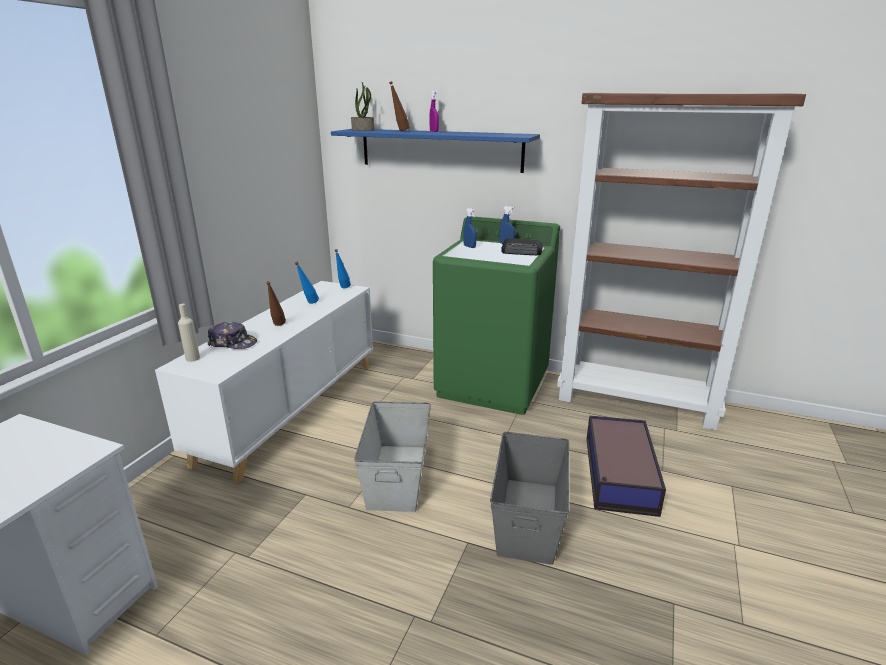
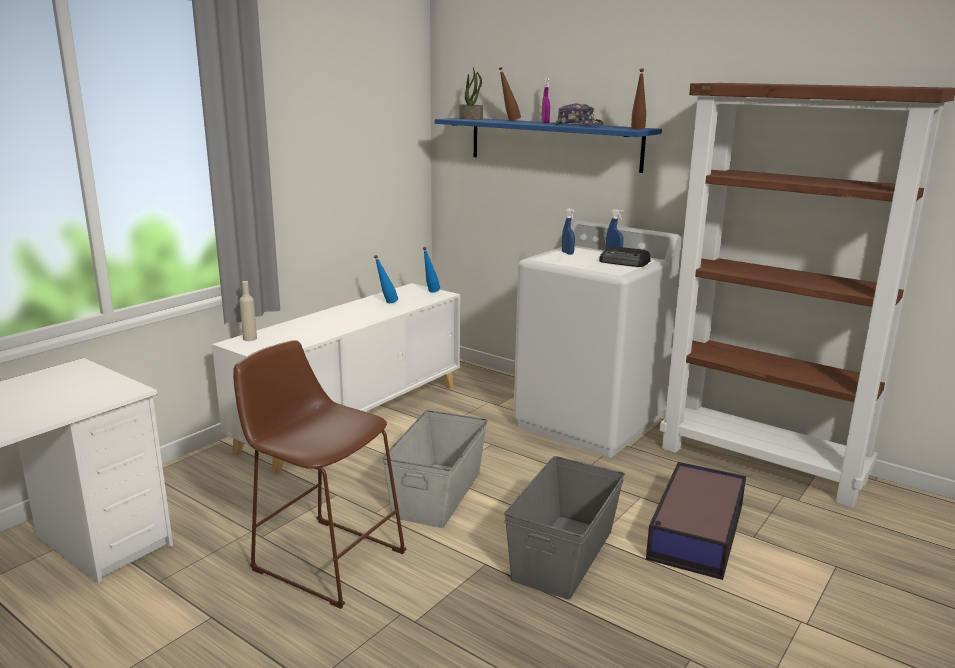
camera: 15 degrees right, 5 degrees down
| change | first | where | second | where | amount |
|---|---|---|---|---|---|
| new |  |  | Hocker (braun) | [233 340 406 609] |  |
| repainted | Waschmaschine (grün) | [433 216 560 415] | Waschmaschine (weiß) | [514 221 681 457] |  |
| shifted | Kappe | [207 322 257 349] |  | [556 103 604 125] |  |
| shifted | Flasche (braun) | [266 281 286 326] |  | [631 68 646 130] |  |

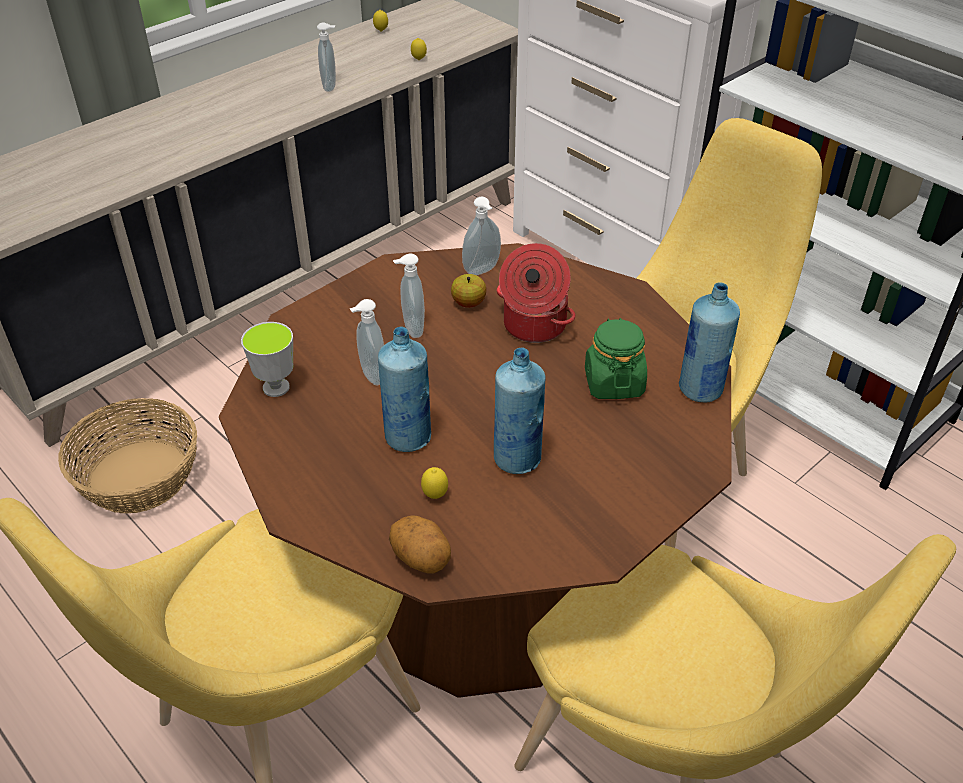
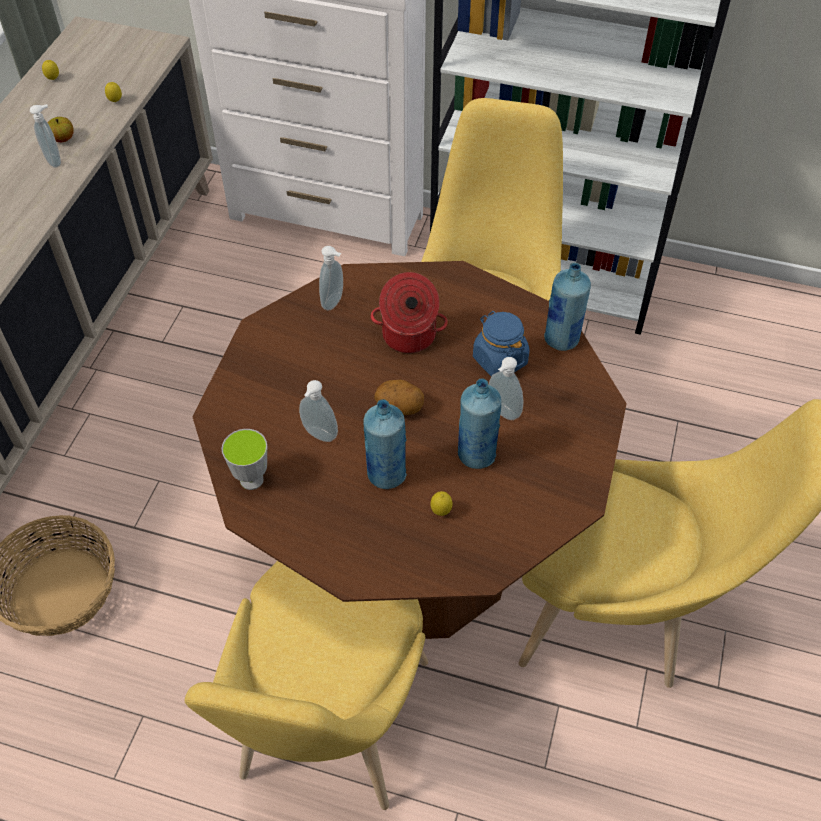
camera: 30 degrees left, 10 degrees up
| change | first | where | second | where | amount |
|---|---|---|---|---|---|
| shifted | Apfel | [451 274 487 308] |  | [48 117 74 142] |  |
| shifted | Kartoffel | [389 515 451 574] |  | [374 379 424 415] |  |
| repainted | Vorratsglas (grün) | [585 318 647 399] | Vorratsglas (blau) | [473 311 529 376] |  |
| shifted | Seifenspender | [393 254 425 338] |  | [489 357 523 420] |  |

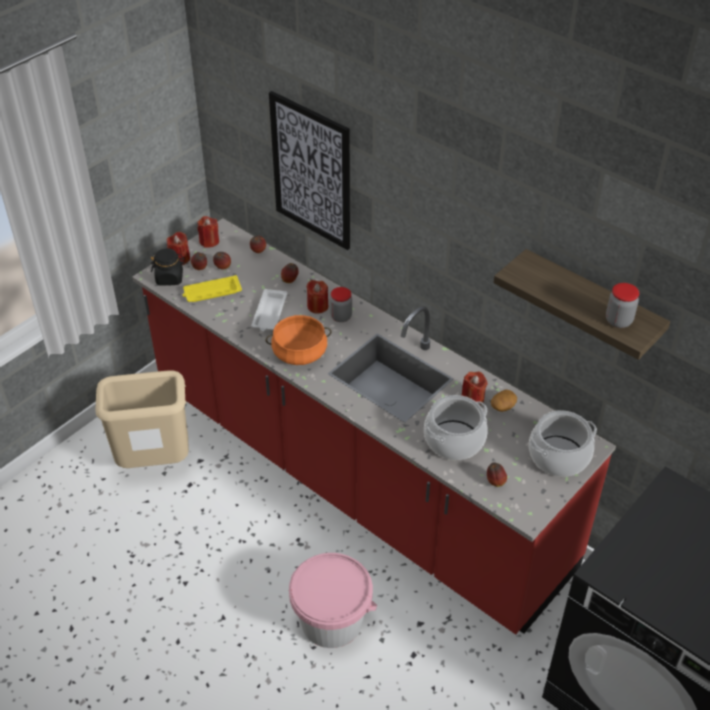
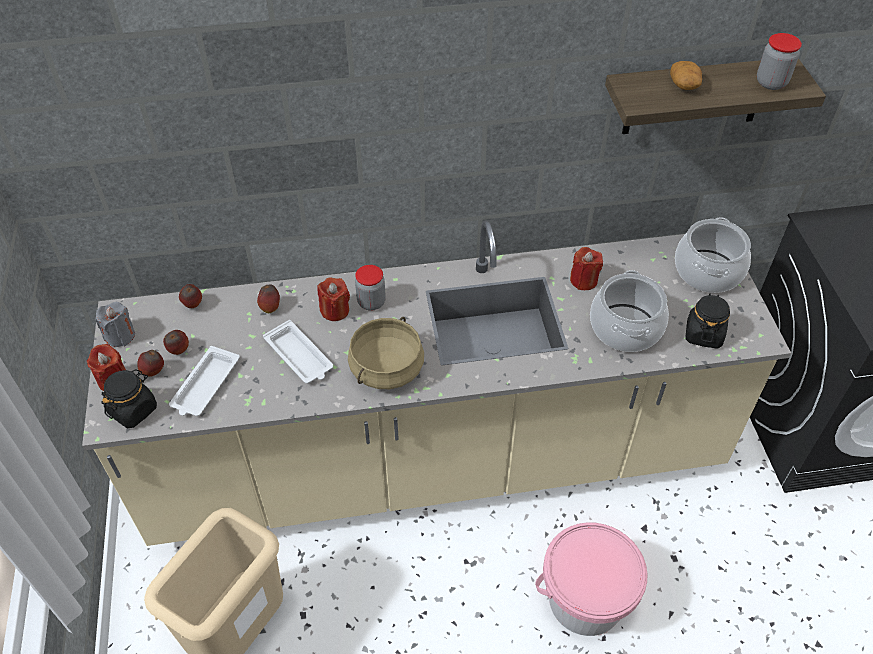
camera: 50 degrees left, 5 degrees up
| change | first | where | second | where | amount |
|---|---|---|---|---|---|
| repainted | Küchenzeile (rot) | [132 218 616 634] | Küchenzeile (beige) | [82 221 791 546] |  |
| repainted | Kerze (rot) | [198 216 219 248] | Kerze (grau) | [96 302 135 347] |  |
| repainted | Tablett (gelb) | [182 275 242 302] | Tablett (weiß) | [169 346 239 416] |  |
| repainted | Kochtopf (orange) | [266 315 332 365] | Kochtopf (beige) | [348 317 424 389] |  |
| shifted | Kartoffel | [491 389 517 412] |  | [670 61 702 90] |  |
| swapped | Apfel | [487 463 507 487] | Vorratsglas (schwarz) | [685 293 730 349] |  |
| gone | Bild | [269 91 350 250] |  |  |  |

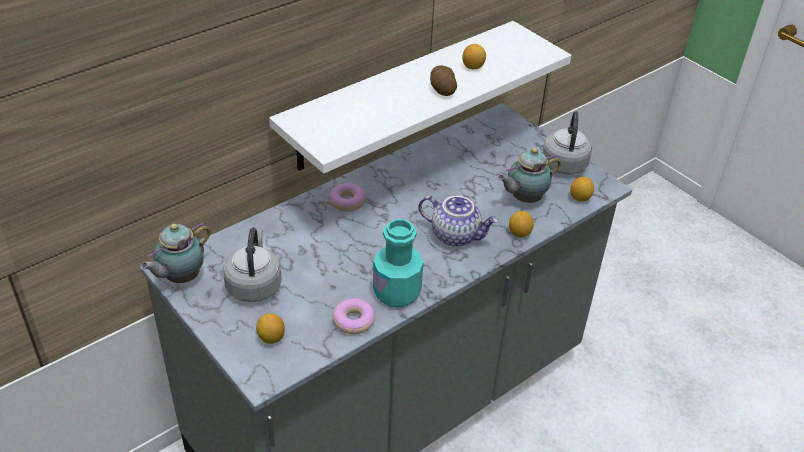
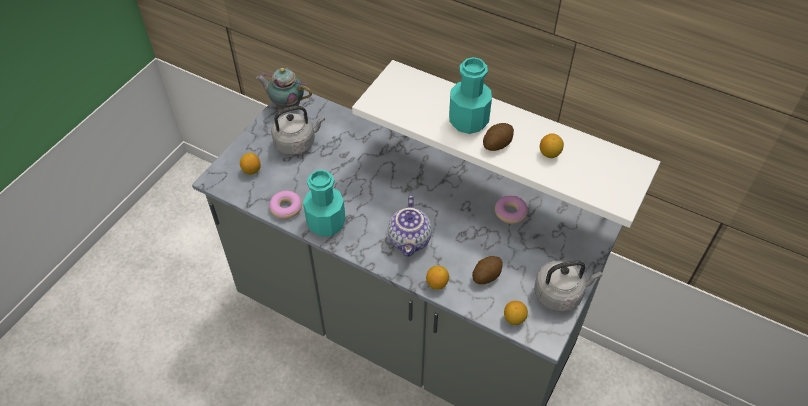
camera: 70 degrees right, 10 degrees up
| change | first | where | second | where | amount |
|---|---|---|---|---|---|
| new |  |  | Flasche (türkis) | [449 57 492 134] |  |
| swapped | Teekanne | [497 148 561 203] | Kartoffel | [472 256 502 284] |  |
| shifted | Donut | [328 183 366 212] |  | [495 195 528 224] |  |

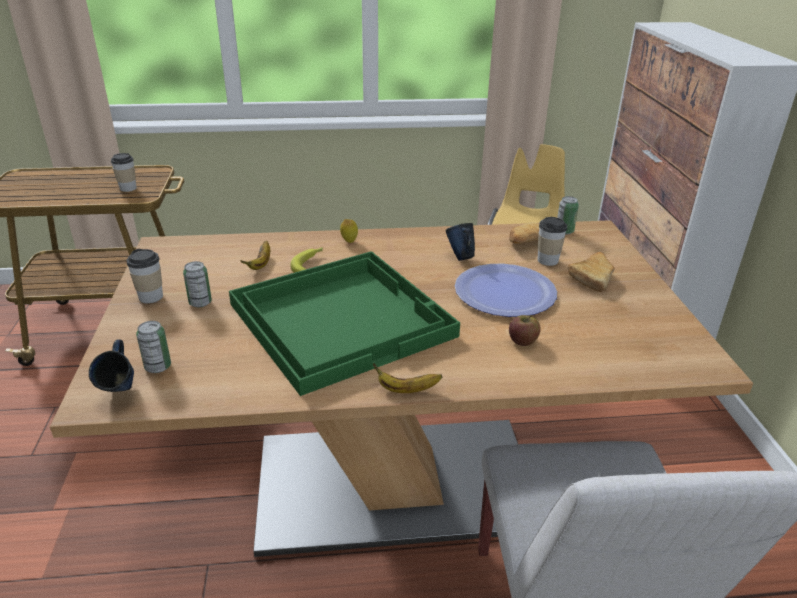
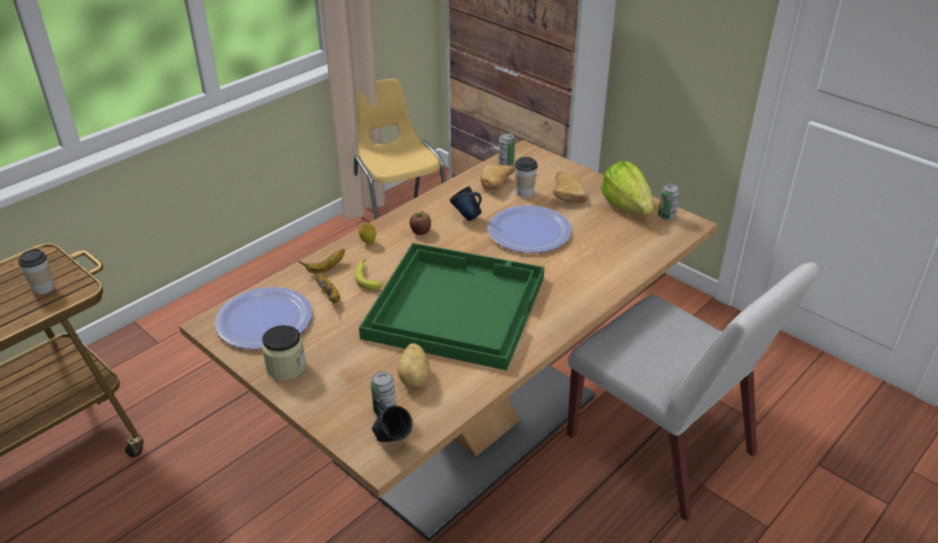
camera: 40 degrees left, 5 degrees up
| change | first | where | second | where | amount |
|---|---|---|---|---|---|
| new |  |  | Teller | [215 287 313 349] |  |
| swapped | Tasse | [127 249 163 303] | Vorratsglas | [262 325 306 381] |  |
| shifted | Banane | [373 363 442 393] |  | [298 249 345 273] |  |
| new |  |  | Kartoffel | [397 343 430 387] |  |
| shifted | Apfel | [509 315 541 346] |  | [409 211 431 235] |  |
| new |  |  | Salatkopf | [601 161 653 215] |  |
| shifted | Dose | [183 261 212 307] |  | [658 184 680 220] |  |

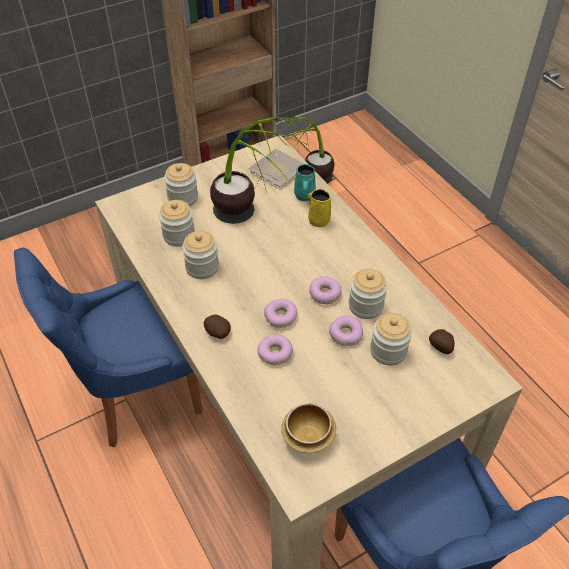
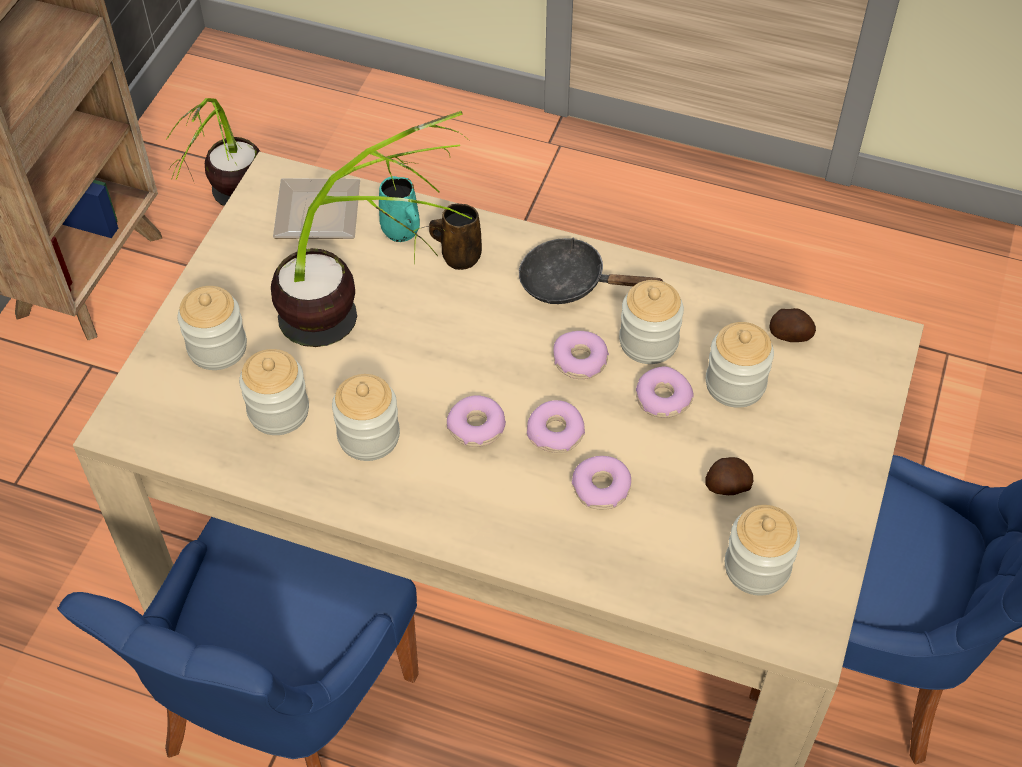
camera: 40 degrees left, 5 degrees up
| change | first | where | second | where | amount |
|---|---|---|---|---|---|
| repainted | Henkelbecher (gelb) | [308 189 331 227] | Henkelbecher (braun) | [429 204 482 270] |  |
| new |  |  | Donut | [447 395 506 447] |  |
| new |  |  | Pfanne (schwarz) | [519 238 664 304] |  |
| shifted | Kartoffel | [204 315 231 339] |  | [705 457 753 495] |  |
| swapped | Schüssel | [281 403 336 453] | Vorratsglas | [725 505 800 596] |  |

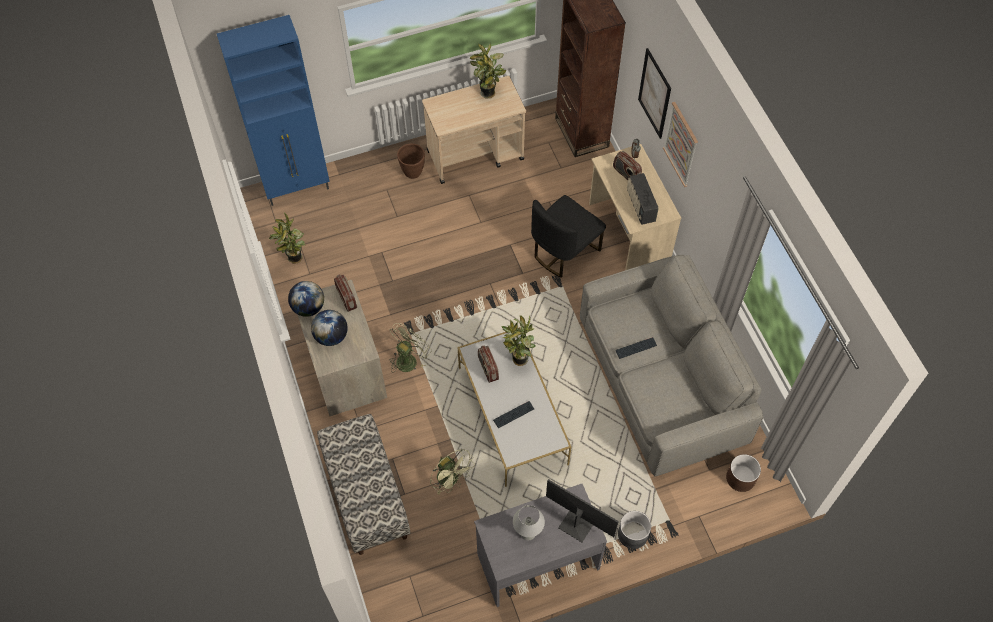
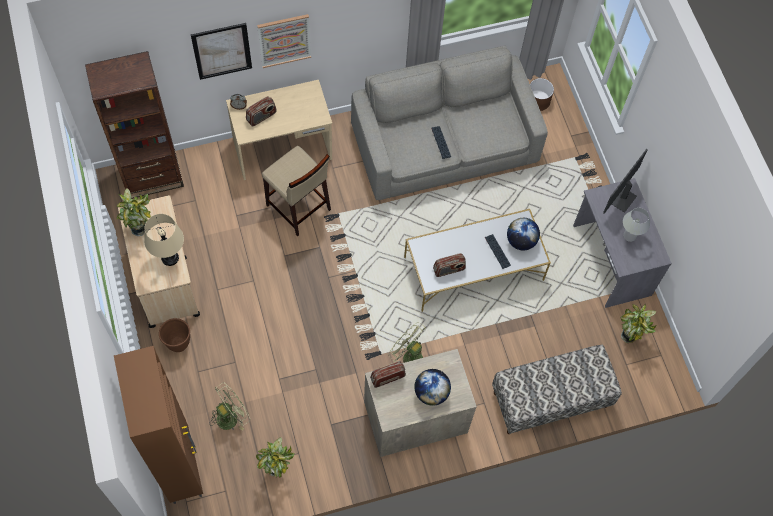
camera: 90 degrees left, 5 degrees up
| change | first | where | second | where | amount |
|---|---|---|---|---|---|
| repainted | Schrank (blau) | [217 15 330 206] | Schrank (braun) | [114 346 203 504] |  |
| new |  |  | Tischlampe (beige) | [144 214 184 266] |  |
| shifted | Ventilator (grün) | [430 449 475 495] |  | [210 382 250 431] |  |
| swapped | Stuhl (schwarz) | [531 195 606 278] | Hocker (beige) | [262 146 331 237] |  |
| shifted | Globus | [288 281 324 317] |  | [507 218 540 250] |  |
| shifted | Topfpflanze | [502 315 536 366] |  | [620 304 656 343] |  |
| gone | Pflanzkübel (grau) | [618 511 651 549] |  |  |  |
| gone | Radio | [627 173 659 225] |  |  |  |

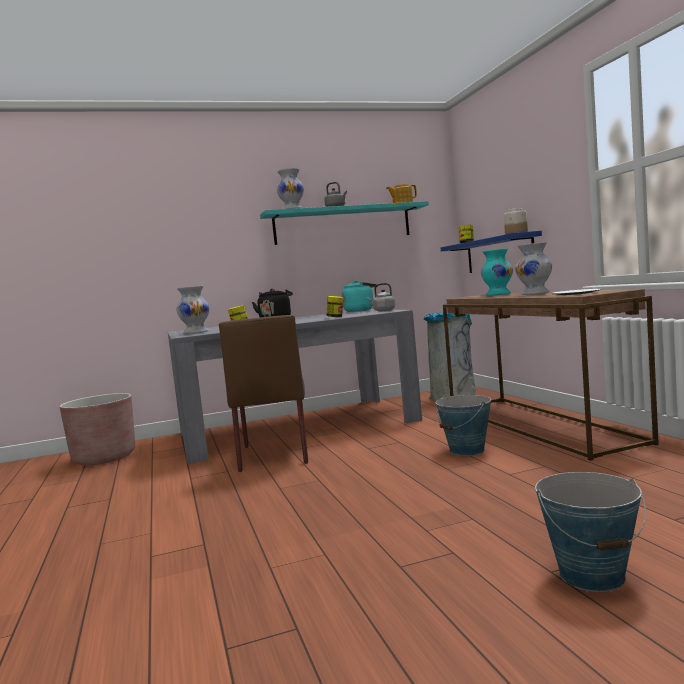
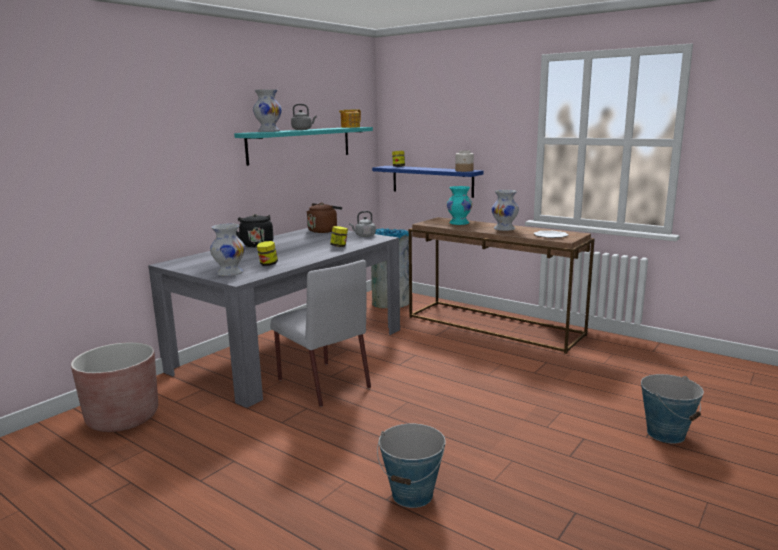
camera: 35 degrees left, 10 degrees up
| change | first | where | second | where | amount |
|---|---|---|---|---|---|
| repainted | Stuhl (braun) | [219 315 308 472] | Stuhl (grau) | [270 260 371 407] |  |
| repainted | Wasserkessel (türkis) | [342 280 377 312] | Wasserkessel (braun) | [306 203 342 233] |  |
| shifted | Eimer | [435 395 491 456] |  | [377 424 446 508] |  |

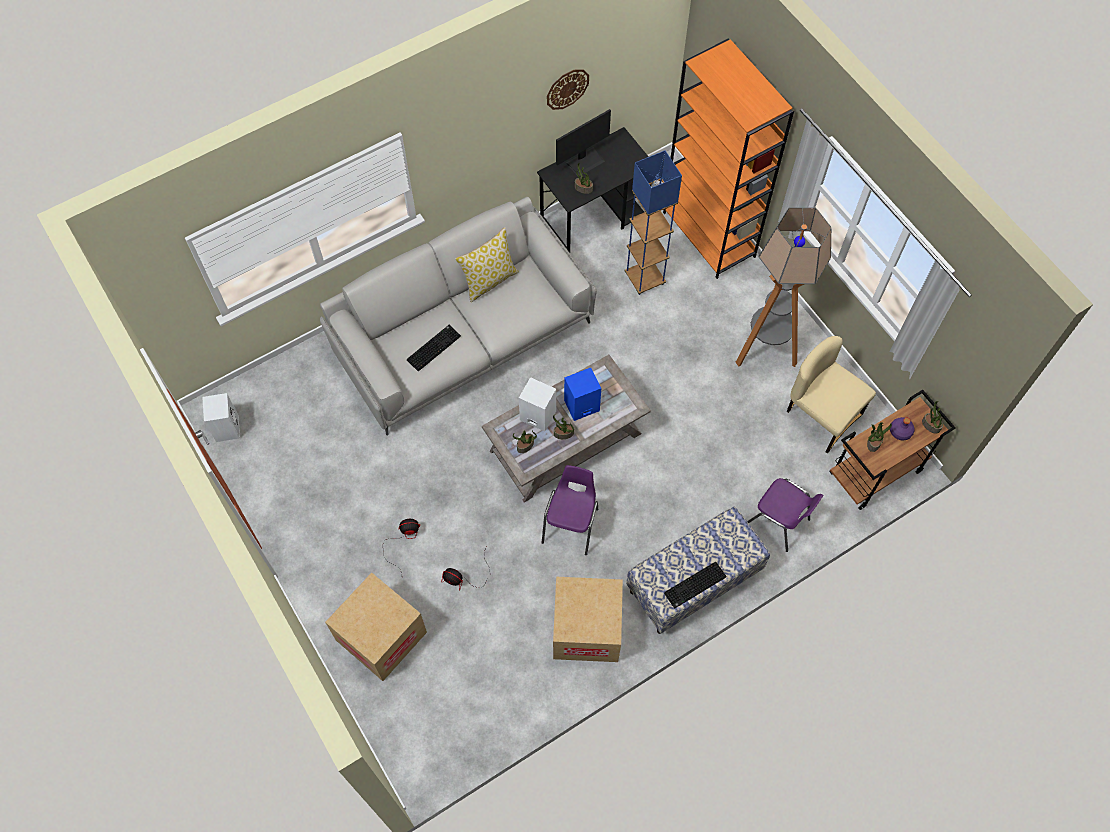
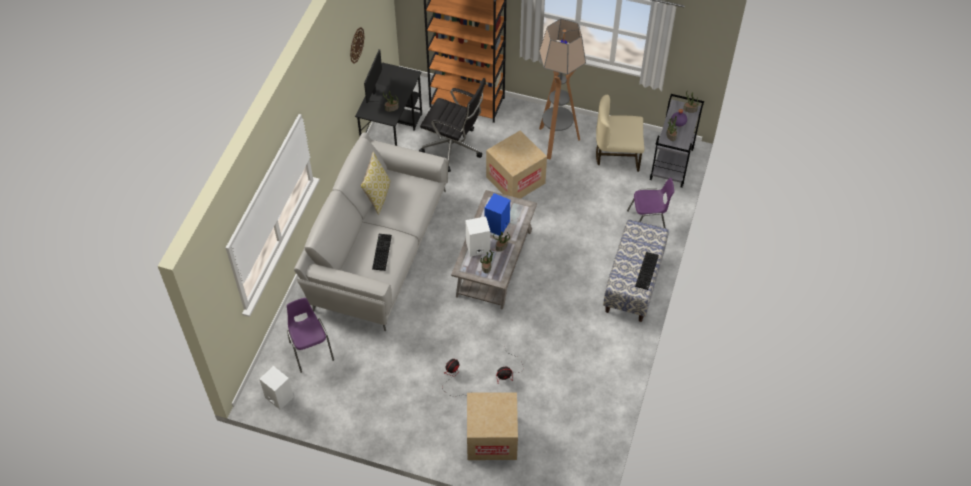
camera: 40 degrees left, 10 degrees down
| change | first | where | second | where | amount |
|---|---|---|---|---|---|
| shifted | Stuhl (lila) | [542 465 598 555] |  | [287 298 334 373] |  |
| swapped | Stehlampe (blau) | [625 150 682 295] | Bürostuhl (schwarz) | [419 78 486 172] |  |
| shifted | Karton | [553 577 623 662] |  | [486 131 547 199] |  |
| repainted | Rollwagen (braun) | [830 390 955 510] | Rollwagen (grau) | [650 94 704 188] |  |

